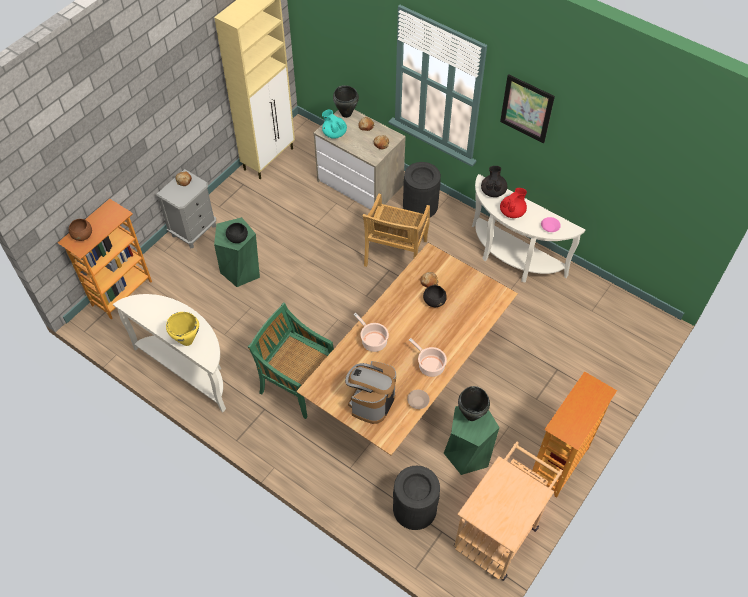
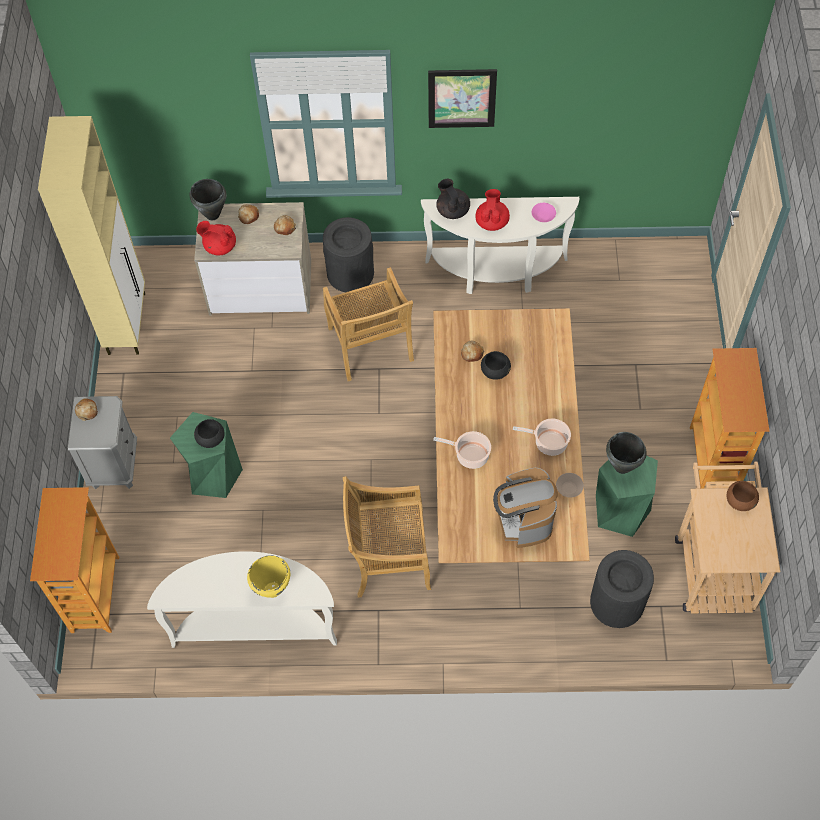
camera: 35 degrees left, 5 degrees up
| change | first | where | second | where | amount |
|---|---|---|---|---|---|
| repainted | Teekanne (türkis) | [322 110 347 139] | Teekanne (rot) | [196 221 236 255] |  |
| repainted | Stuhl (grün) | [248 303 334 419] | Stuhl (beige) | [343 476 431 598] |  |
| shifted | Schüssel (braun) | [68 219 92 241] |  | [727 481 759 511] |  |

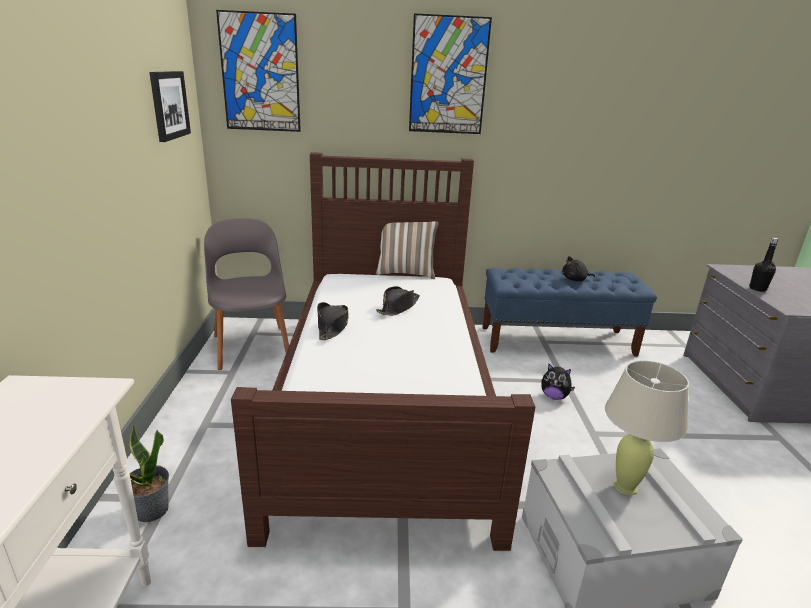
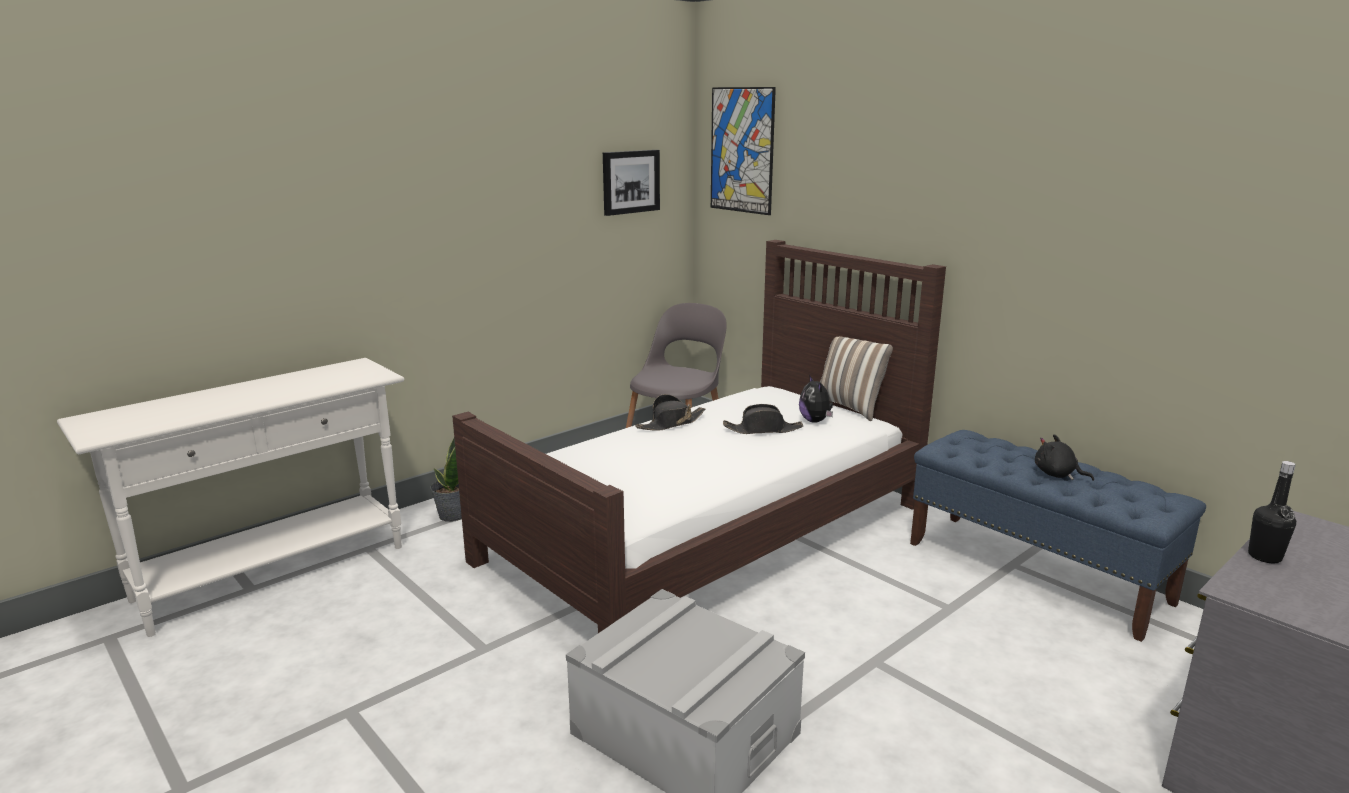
camera: 50 degrees right, 5 degrees down
| change | first | where | second | where | amount |
|---|---|---|---|---|---|
| shifted | Plüschtier | [541 363 575 400] |  | [799 375 833 423] |  |
| gone | Bild | [409 13 492 134] |  |  |  |
| gone | Tischlampe (beige) | [605 360 689 495] |  |  |  |

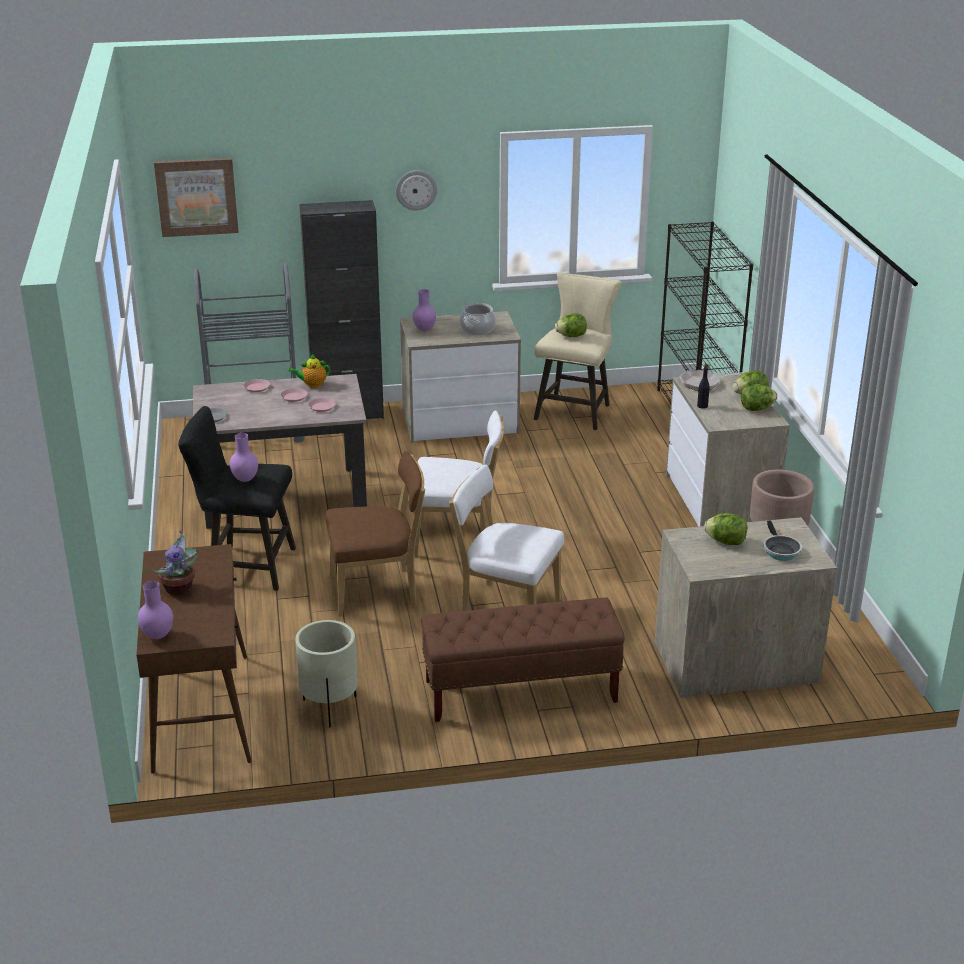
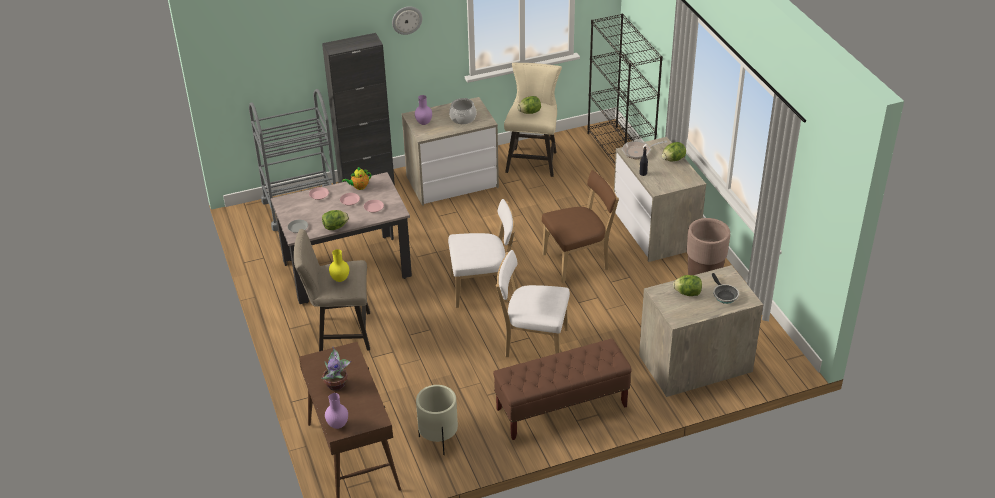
camera: 10 degrees left, 10 degrees up
| change | first | where | second | where | amount |
|---|---|---|---|---|---|
| repainted | Hocker (schwarz) | [178 406 296 591] | Hocker (beige) | [294 229 370 351] |  |
| shifted | Salatkopf | [741 384 777 411] |  | [322 210 349 230] |  |
| repainted | Vase (lila) | [230 433 258 482] | Vase (gelb) | [329 249 349 282] |  |
| shifted | Stuhl (braun) | [325 451 425 616] |  | [542 170 619 283] |  |
| gone | Bild | [154 158 239 237] |  |  |  |

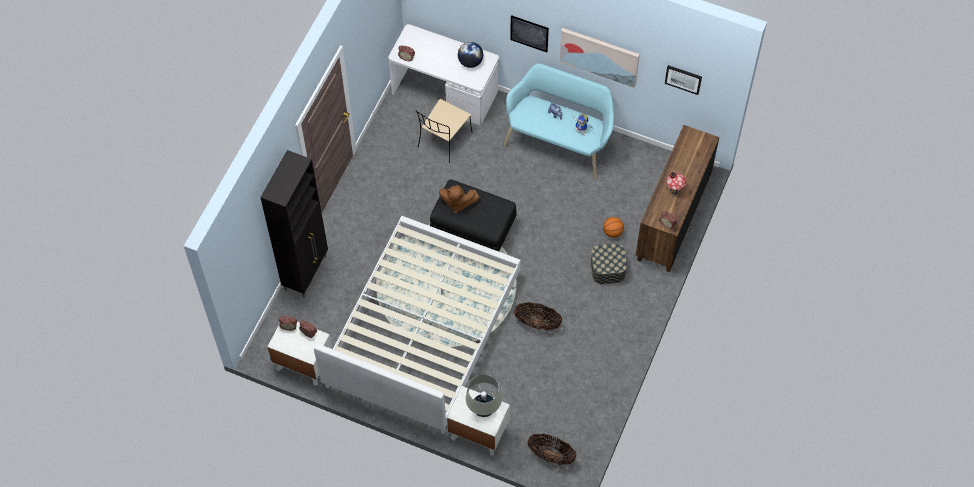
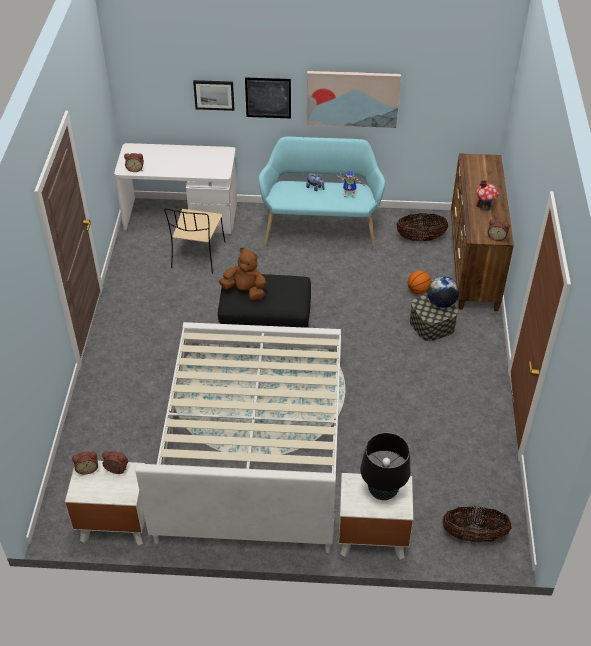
camera: 20 degrees left, 15 degrees down
| change | first | where | second | where | amount |
|---|---|---|---|---|---|
| shifted | Bild | [665 65 702 95] |  | [193 80 234 111] |  |
| rotated | Plüschtier (braun) | [439 185 479 213] |  | [219 248 266 301] | 150 degrees counterclockwise |
| repainted | Tischlampe (beige) | [466 374 502 417] | Tischlampe (schwarz) | [360 432 410 500] |  |
| shifted | Korb | [514 302 562 330] |  | [396 213 448 241] |  |
| shifted | Globus | [458 42 483 68] |  | [427 276 459 308] |  |
| gone | Schrank (schwarz) | [260 150 328 297] |  |  |  |

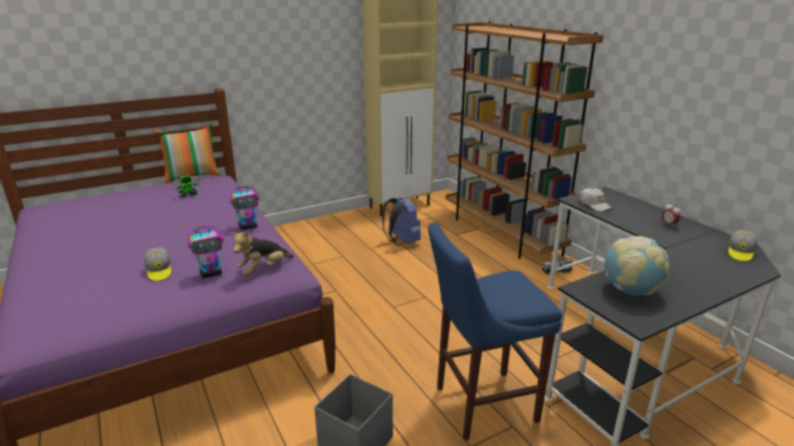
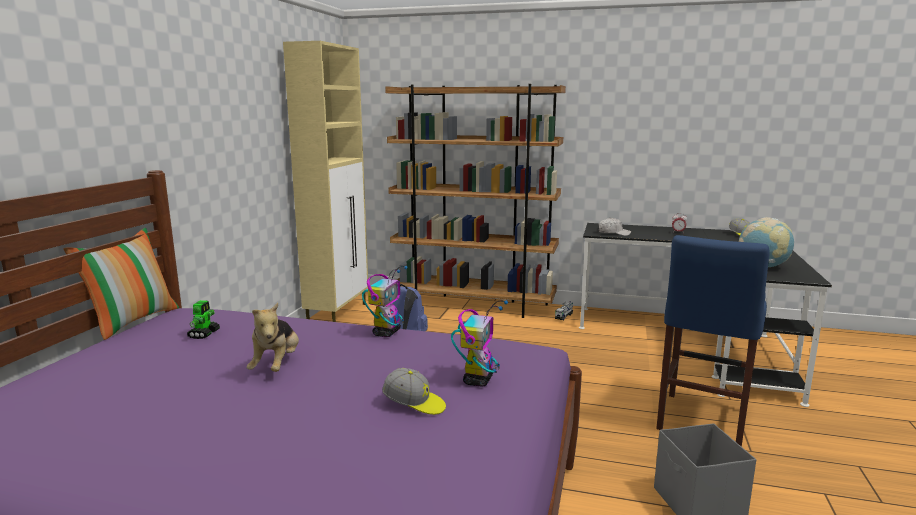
camera: 45 degrees left, 10 degrees down
| change | first | where | second | where | amount |
|---|---|---|---|---|---|
| shifted | Plüschtier | [231 232 294 275] |  | [247 303 299 372] |  |

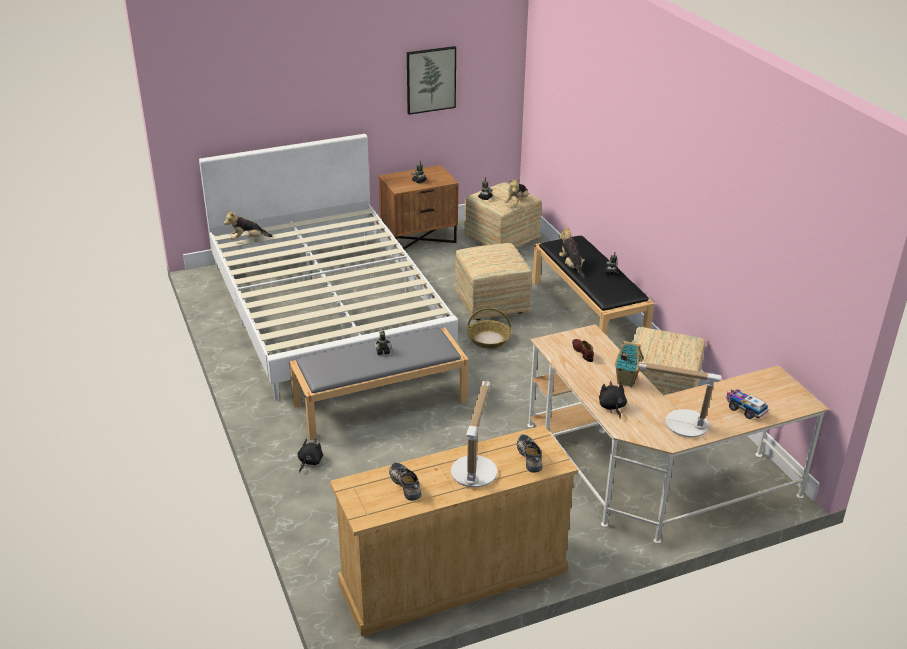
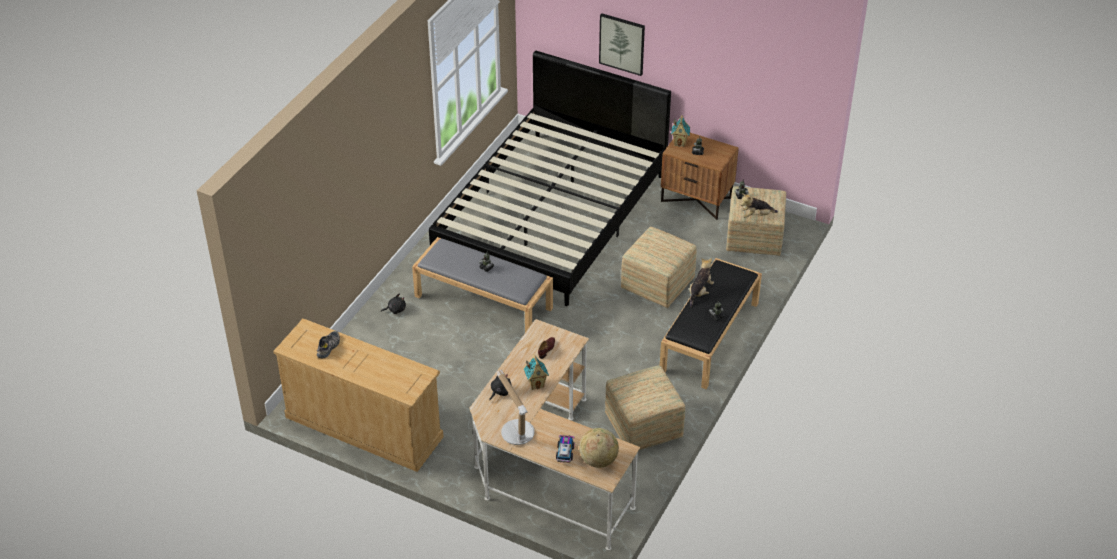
camera: 50 degrees right, 10 degrees up
| change | first | where | second | where | amount |
|---|---|---|---|---|---|
| repainted | Bett (weiß) | [199 134 458 401] | Bett (schwarz) | [429 51 671 306] |  |
| new |  |  | Globus | [579 428 619 468] |  |
| shifted | Bild | [407 46 456 115] |  | [599 13 645 76] |  |
| new |  |  | Spielzeughaus | [671 115 690 147] |  |
| gone | Plüschtier | [224 211 272 240] |  |  |  |
| gone | Tischlampe | [451 381 497 487] |  |  |  |
| gone | Korb | [468 308 511 349] |  |  |  |
| gone | Schuh | [517 434 543 473] |  |  |  |

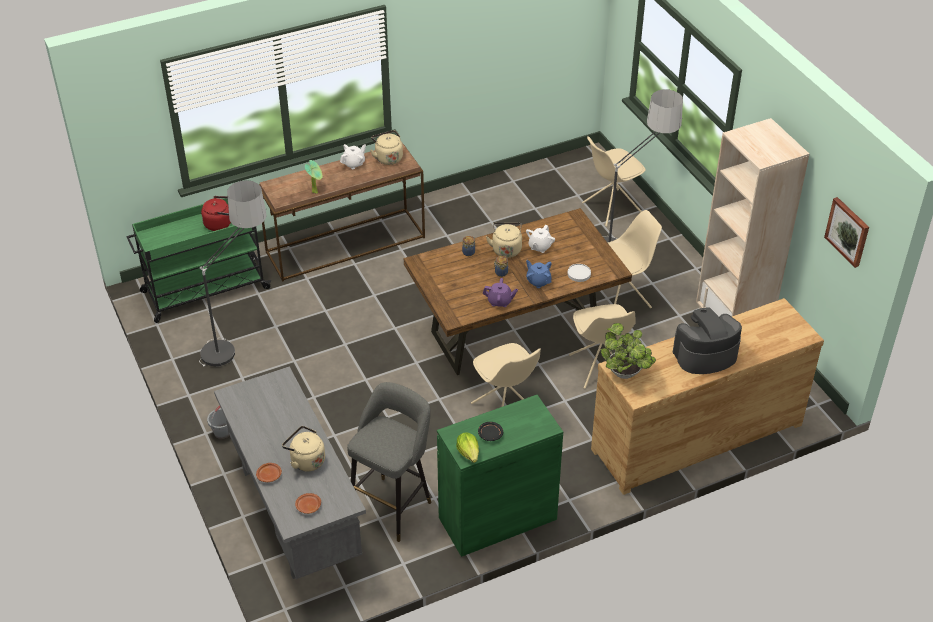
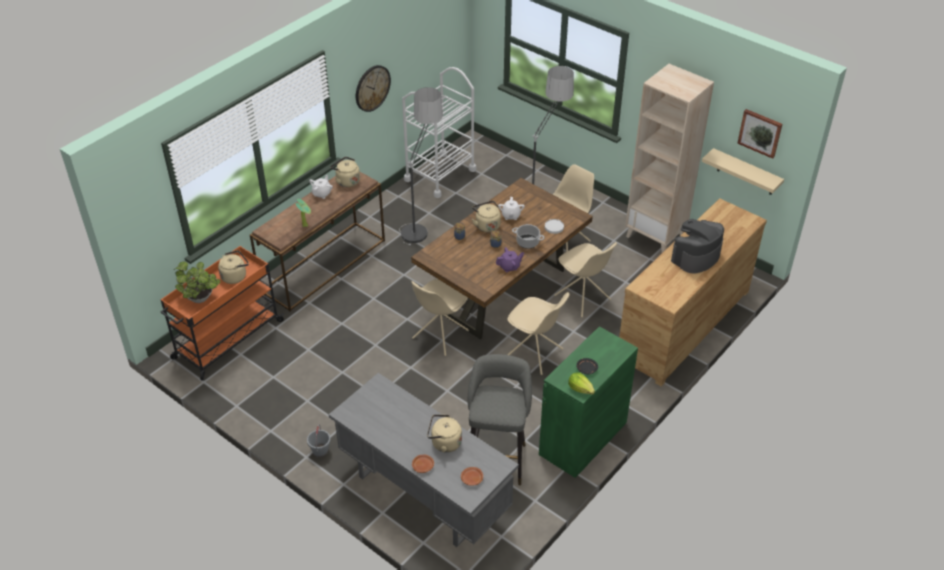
camera: 25 degrees left, 0 degrees up
| change | first | where | second | where | amount |
|---|---|---|---|---|---|
| repainted | Rollwagen (grün) | [126 198 271 323] | Rollwagen (orange) | [160 246 284 381] |  |
| shifted | Topfpflanze | [600 323 656 379] |  | [174 261 220 303] |  |
| repainted | Wasserkessel (rot) | [201 196 231 231] | Wasserkessel (beige) | [218 250 249 284] |  |
| new |  |  | Wanduhr | [356 65 391 112] |  |
| shifted | Stehlampe | [199 180 267 367] |  | [399 87 443 245] |  |
| new |  |  | Rollwagen (weiß) | [402 67 476 198] |  |
| shifted | Stuhl (beige) | [582 136 646 227] |  | [411 279 469 356] |  |
| swapped | Teekanne (blau) | [526 260 552 288] | Kochtopf | [512 224 545 249] |  |
| new |  |  | Wandregal (beige) | [702 148 784 195] |  |

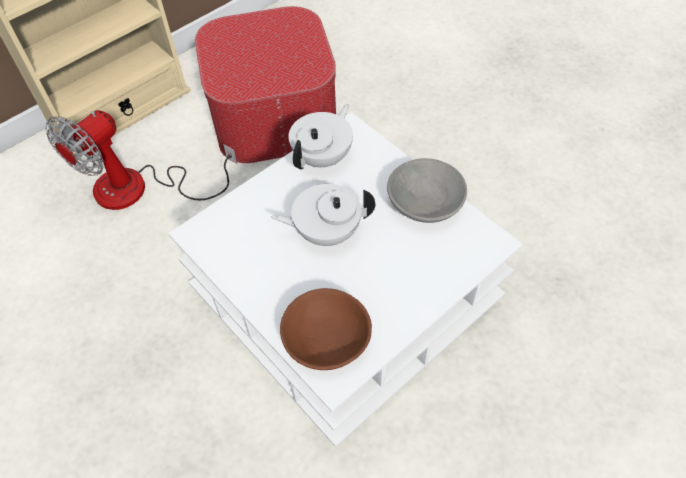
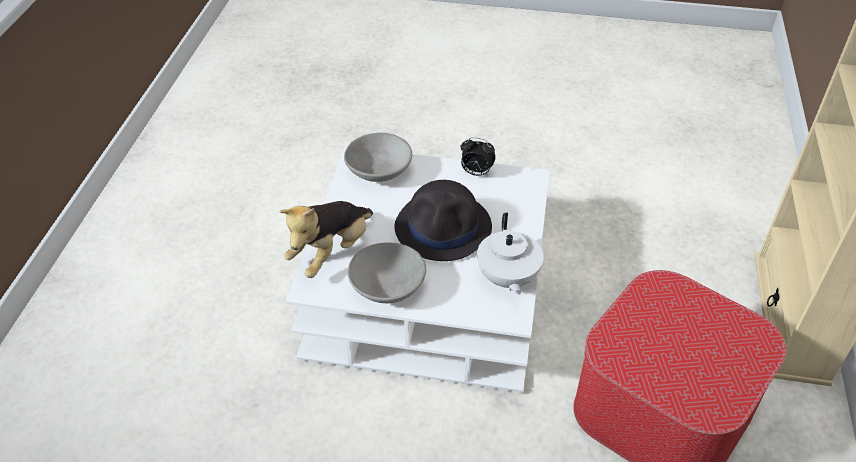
camera: 140 degrees right, 10 degrees down
| change | first | where | second | where | amount |
|---|---|---|---|---|---|
| new |  |  | Plüschtier | [279 201 373 278] |  |
| repainted | Schüssel (braun) | [280 288 372 370] | Schüssel (grau) | [344 133 412 182] |  |
| swapped | Teekanne (weiß) | [271 184 375 246] | Hut (schwarz) | [394 180 492 261] |  |
| new |  |  | Wecker | [460 137 496 176] |  |
| gone | Ventilator | [45 110 237 210] |  |  |  |

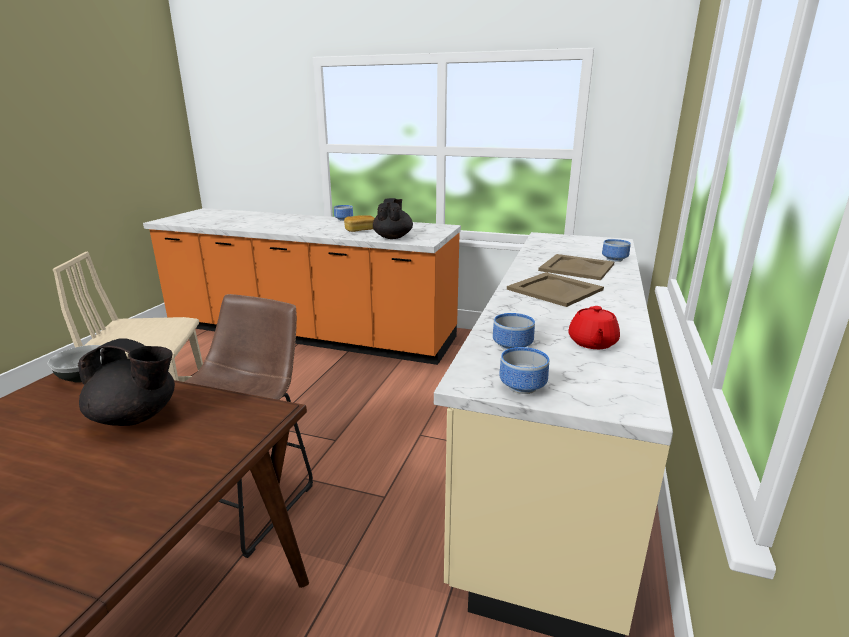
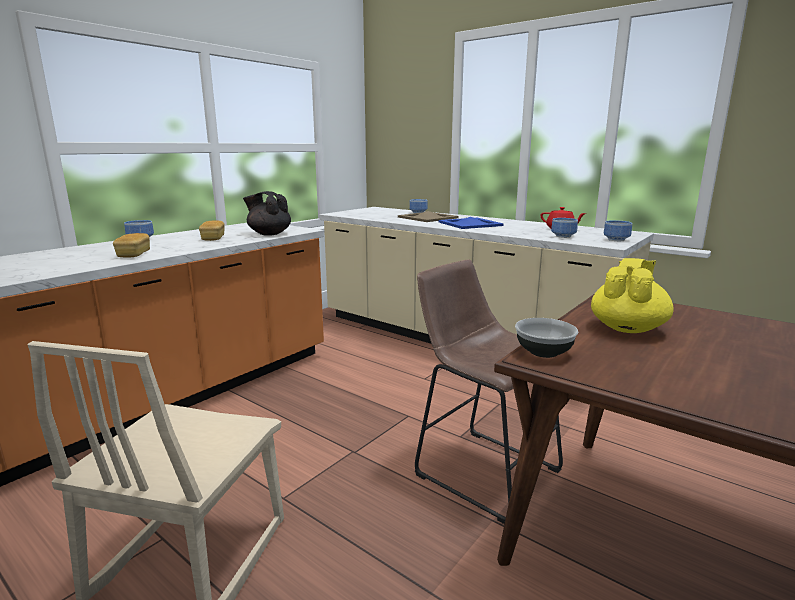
camera: 70 degrees left, 5 degrees down
| change | first | where | second | where | amount |
|---|---|---|---|---|---|
| new |  |  | Brot | [113 233 150 258] |  |
| repainted | Tablett (beige) | [507 272 604 307] | Tablett (blau) | [439 217 504 229] |  |
| repainted | Teekanne (schwarz) | [78 338 175 426] | Teekanne (gelb) | [591 258 674 333] |  |

